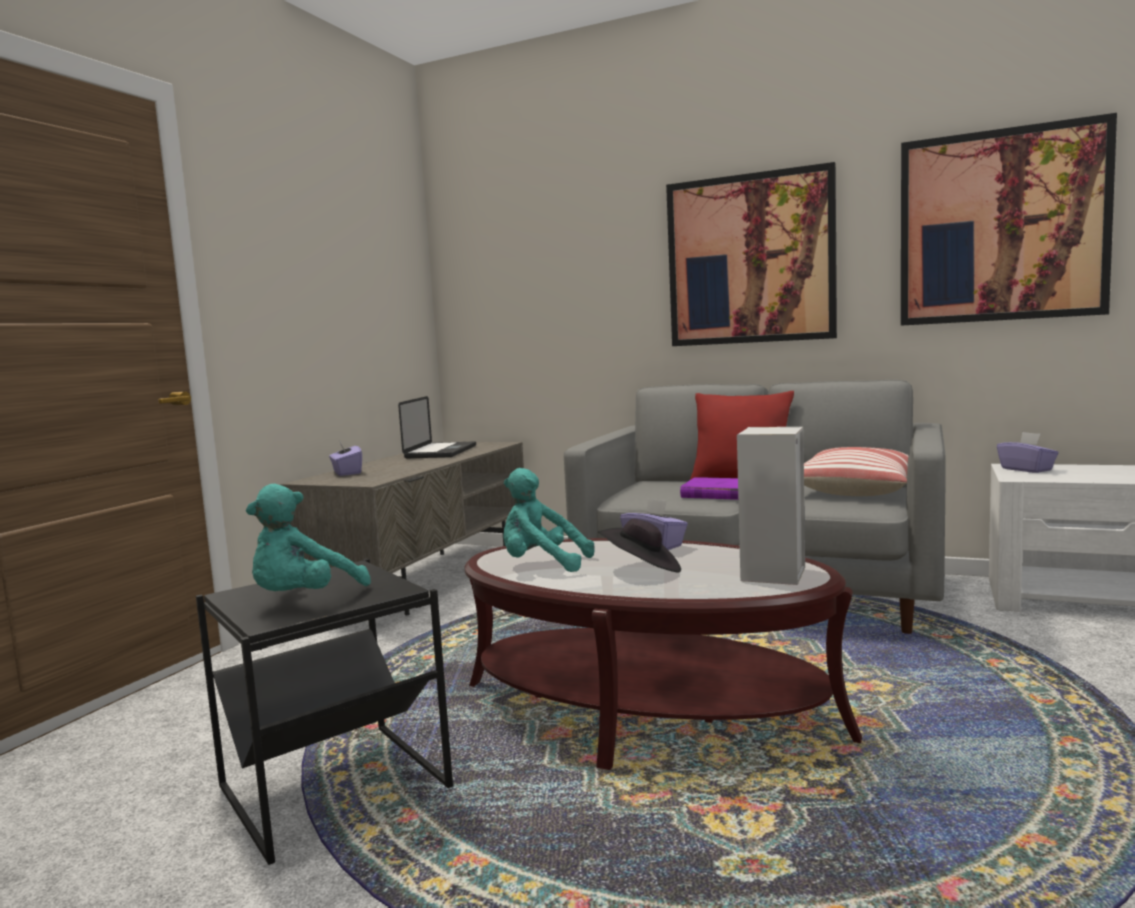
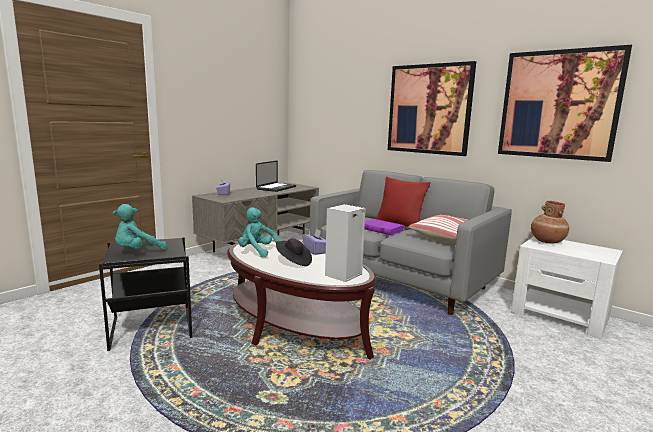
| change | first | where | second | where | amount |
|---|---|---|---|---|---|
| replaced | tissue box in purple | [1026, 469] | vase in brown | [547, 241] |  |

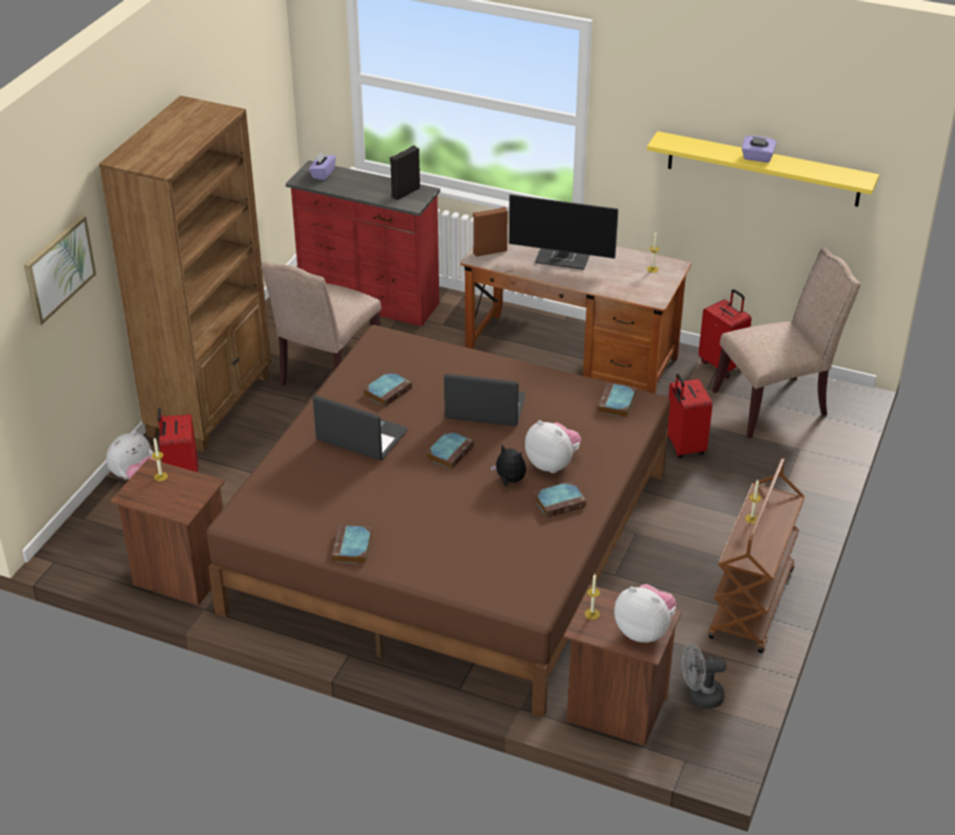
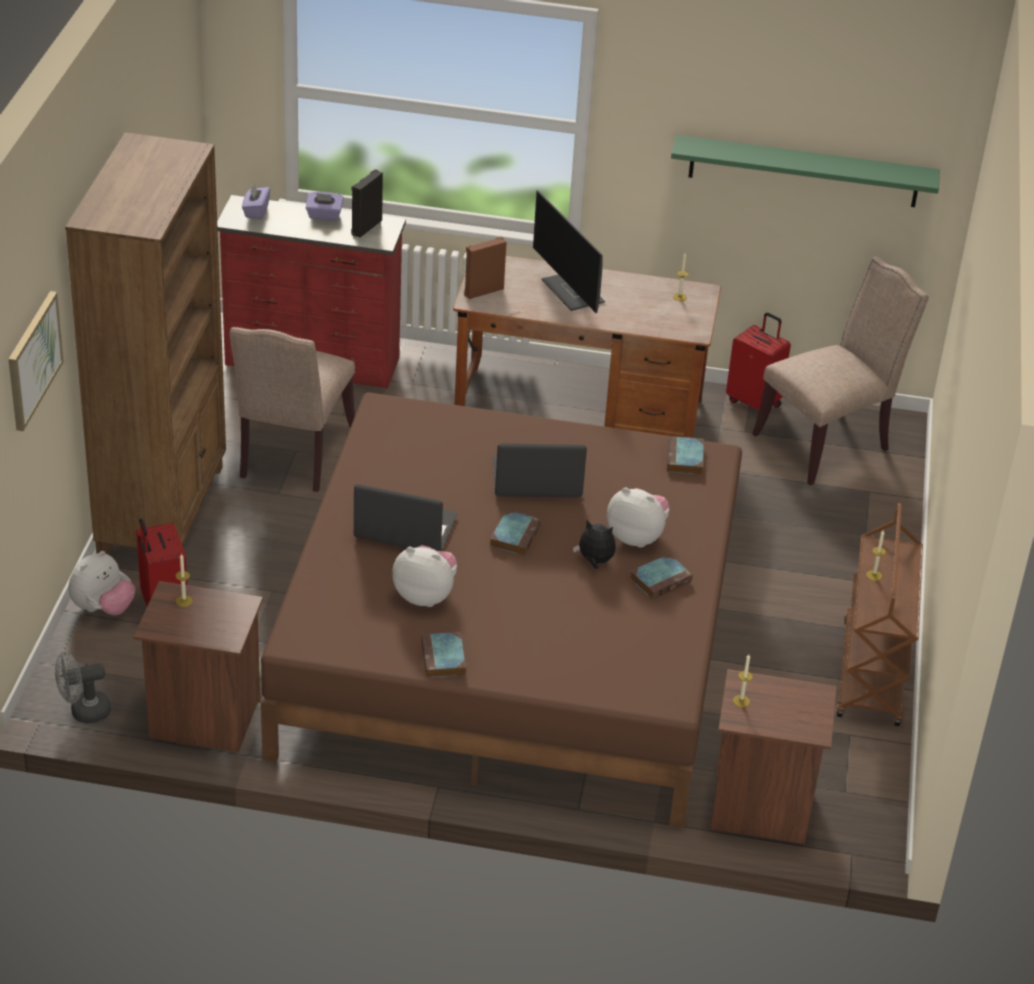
| change | first | where | second | where | amount |
|---|---|---|---|---|---|
| moved | fan in grey | [700, 697] |  | [83, 712] |  |
| moved | tissue box in purple | [757, 158] |  | [324, 216] |  |
| moved | plush toy | [644, 631] |  | [425, 595] |  |
| turned | monitor | [564, 258] |  | [573, 292] | 60 degrees clockwise |
| recoloured | shelf in yellow | [763, 169] | shelf in green | [804, 171] |  |
| removed | book | [388, 391] |  |  |  |
| removed | suitcase in red | [683, 446] |  |  |  |

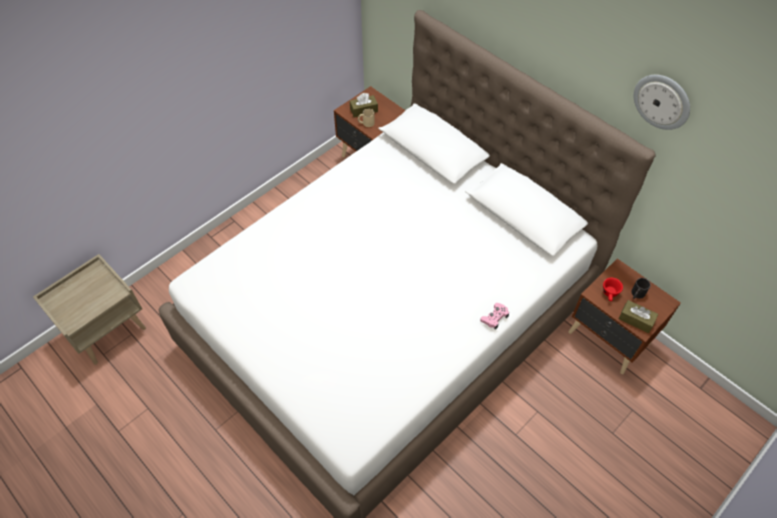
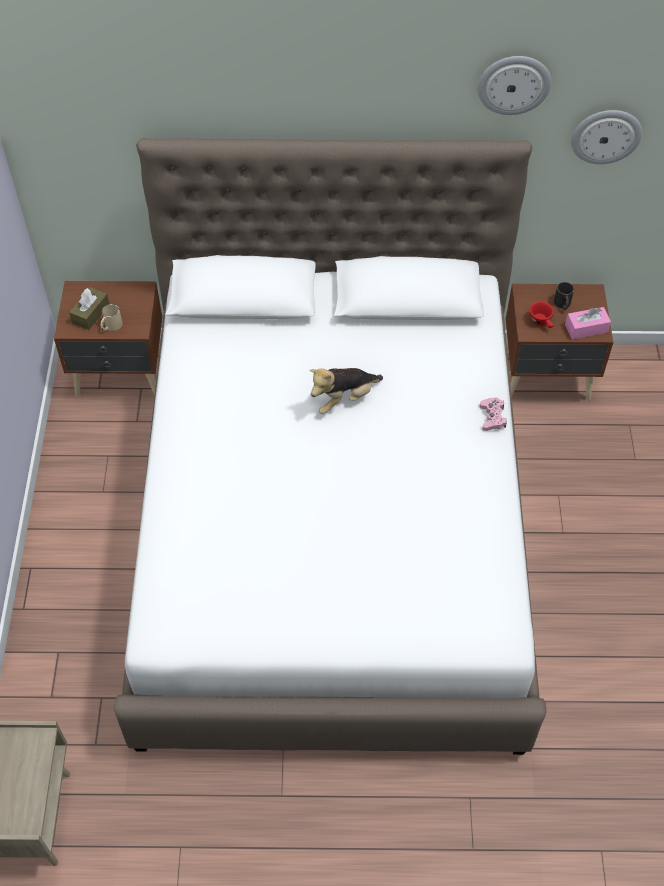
| change | first | where | second | where | amount |
|---|---|---|---|---|---|
| added |  |  | plush toy | [343, 399] |  |
| recoloured | tissue box in brown | [636, 320] | tissue box in pink | [586, 328] |  |
| added |  |  | wall clock | [606, 136] |  |

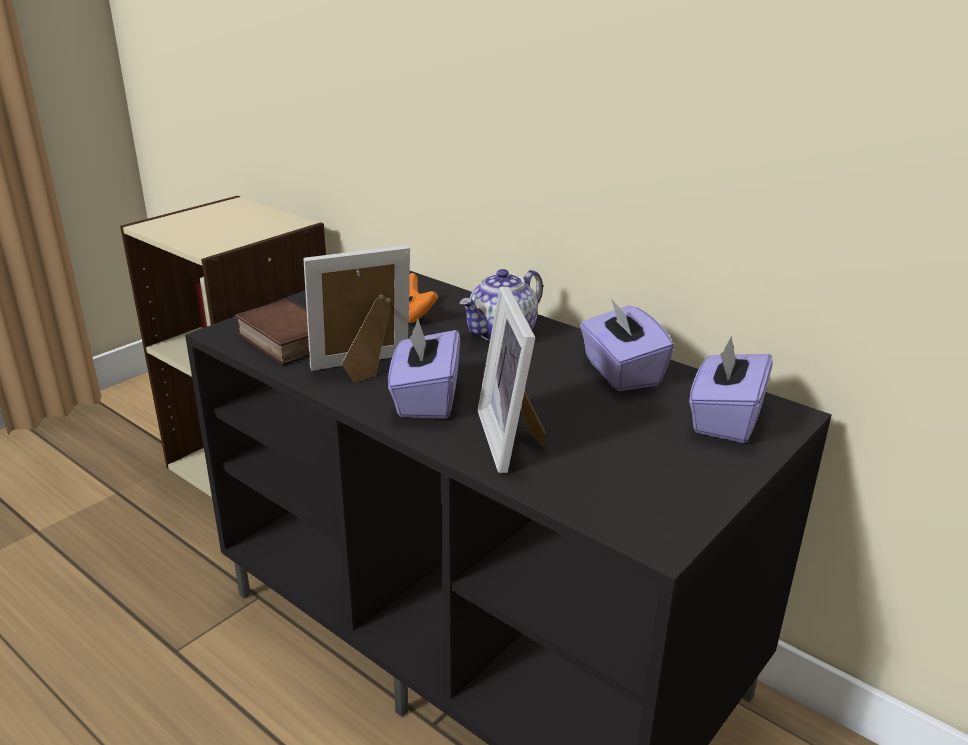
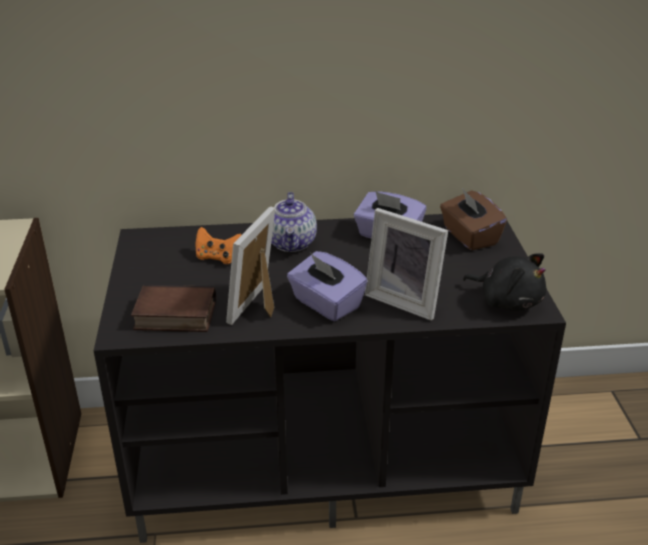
| change | first | where | second | where | amount |
|---|---|---|---|---|---|
| recoloured | tissue box in purple | [724, 419] | tissue box in brown | [469, 236] |  |
| added |  |  | plush toy in black | [507, 301] |  |

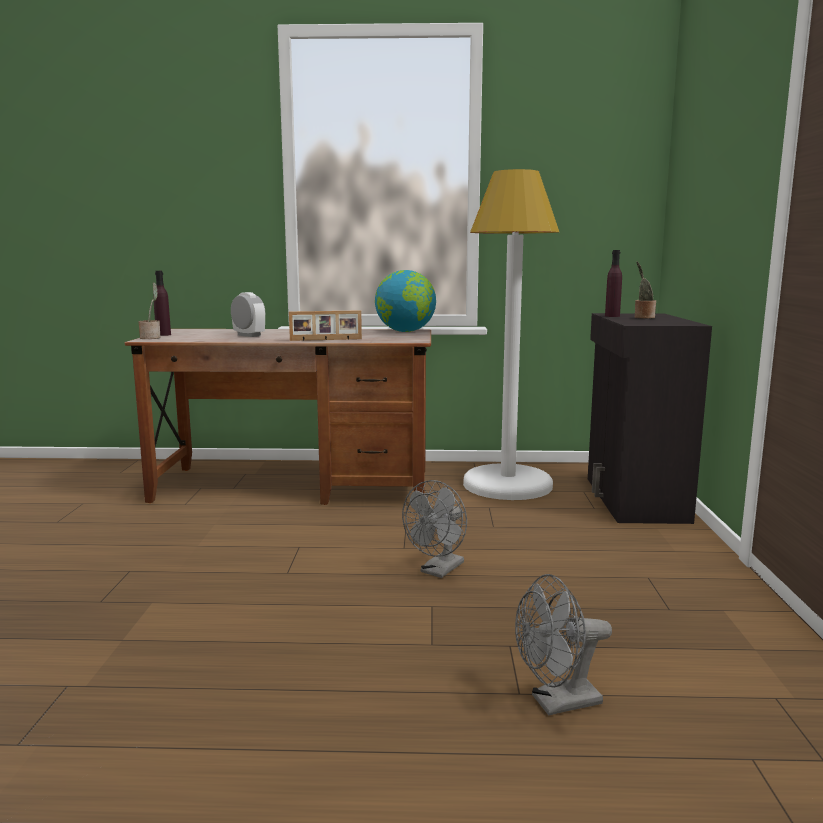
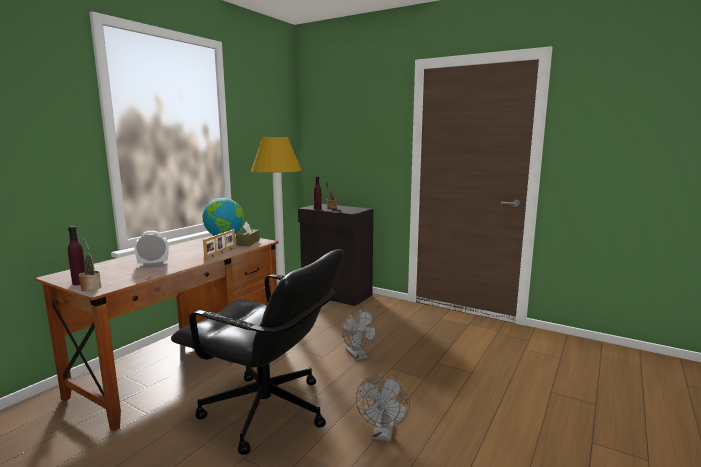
| change | first | where | second | where | amount |
|---|---|---|---|---|---|
| added |  |  | office chair in black | [266, 412] |  |
| added |  |  | tissue box in brown | [248, 243] |  |
| moved | fan in grey | [557, 703] |  | [383, 434] |  |

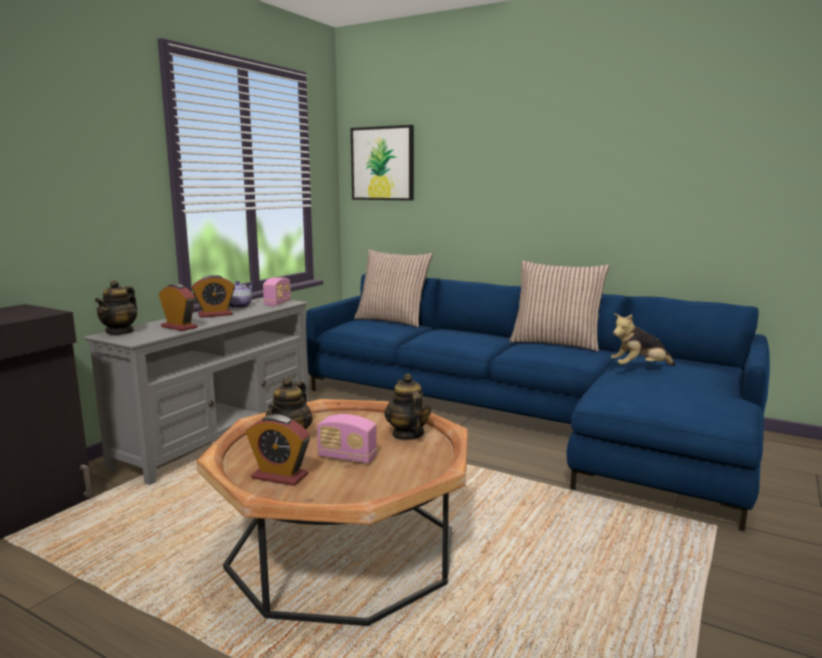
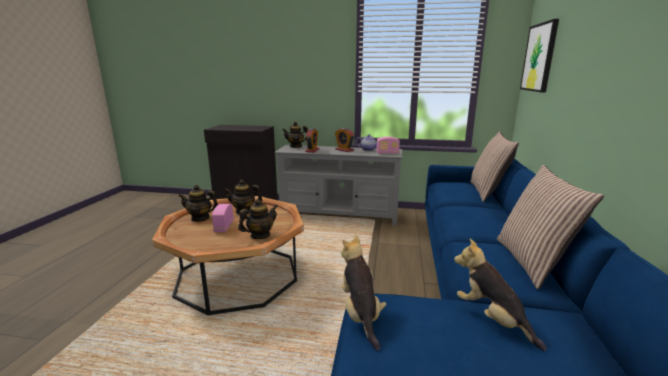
| change | first | where | second | where | amount |
|---|---|---|---|---|---|
| replaced | alarm clock | [279, 476] | teapot | [200, 218] |  |
| added |  |  | plush toy | [360, 314] |  |

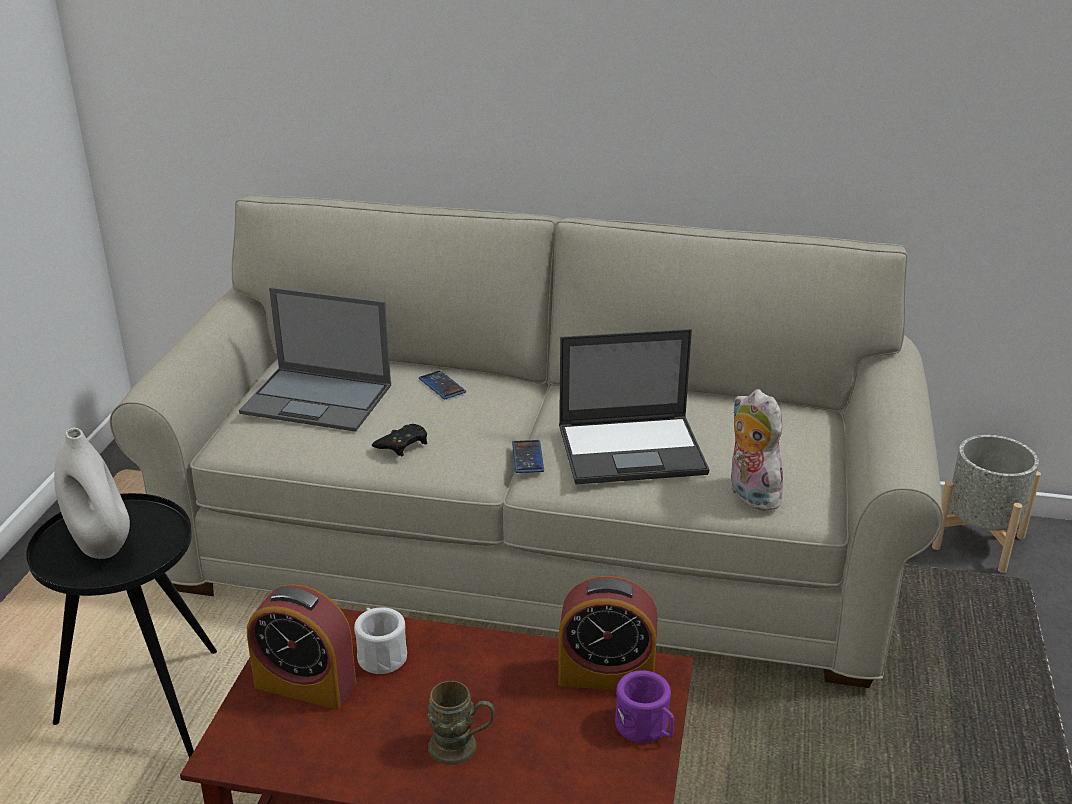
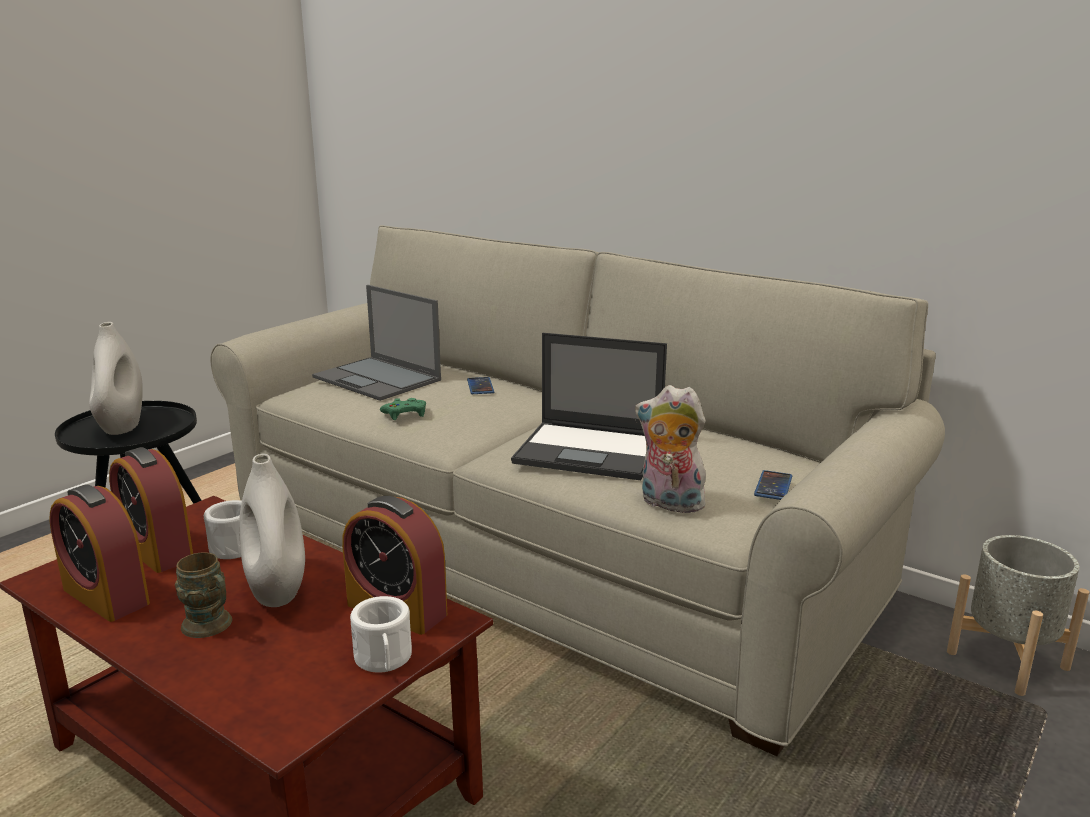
| change | first | where | second | where | amount |
|---|---|---|---|---|---|
| added |  |  | alarm clock | [106, 596] |  |
| added |  |  | vase in white | [277, 591] |  |
| recoloured | mug in purple | [646, 728] | mug in white | [384, 660] |  |
| recoloured | game controller in black | [402, 444] | game controller in green | [405, 414] |  |
| turned | plush toy | [749, 495] |  | [669, 504] | 60 degrees counterclockwise |
| moved | phone | [527, 457] |  | [773, 486] |  |

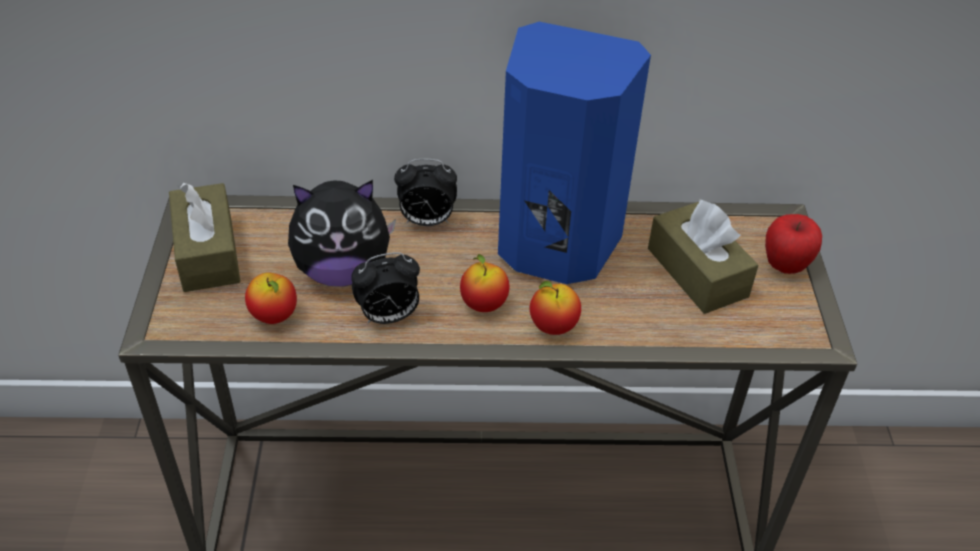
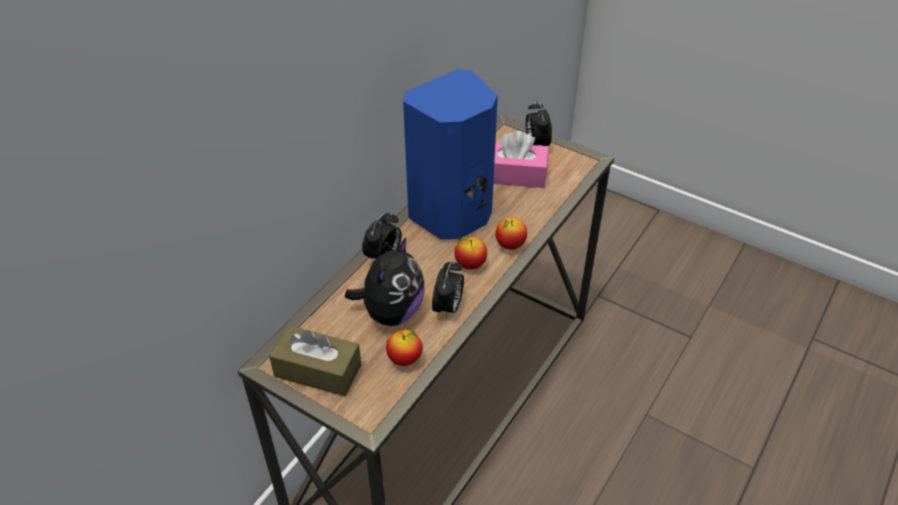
| change | first | where | second | where | amount |
|---|---|---|---|---|---|
| recoloured | tissue box in brown | [697, 272] | tissue box in pink | [514, 175] |  |
| replaced | apple | [785, 266] | alarm clock | [536, 144] |  |

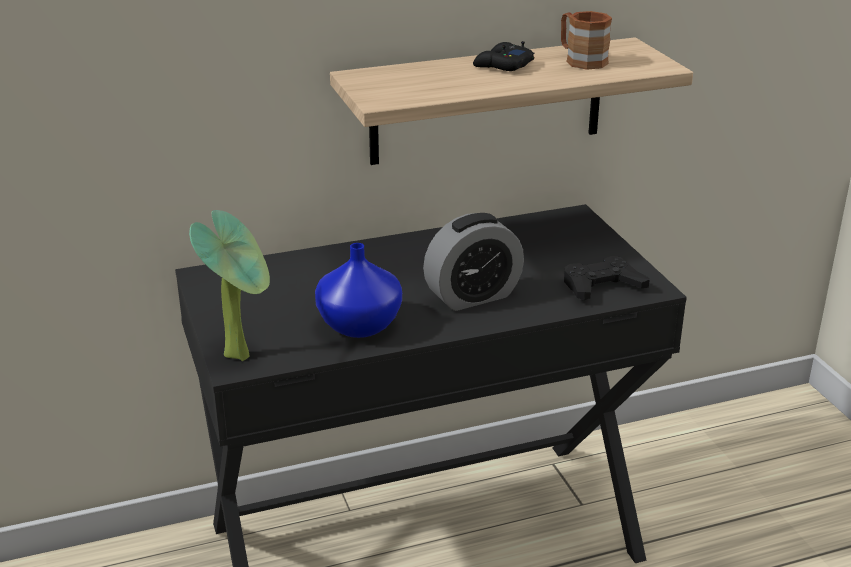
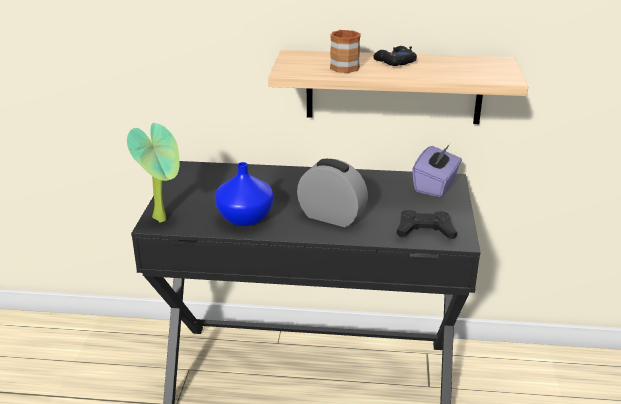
| change | first | where | second | where | amount |
|---|---|---|---|---|---|
| turned | alarm clock | [473, 296] |  | [331, 217] | 150 degrees counterclockwise |
| moved | mug in brown | [580, 60] |  | [343, 65] |  |
| added |  |  | tissue box in purple | [435, 186] |  |

